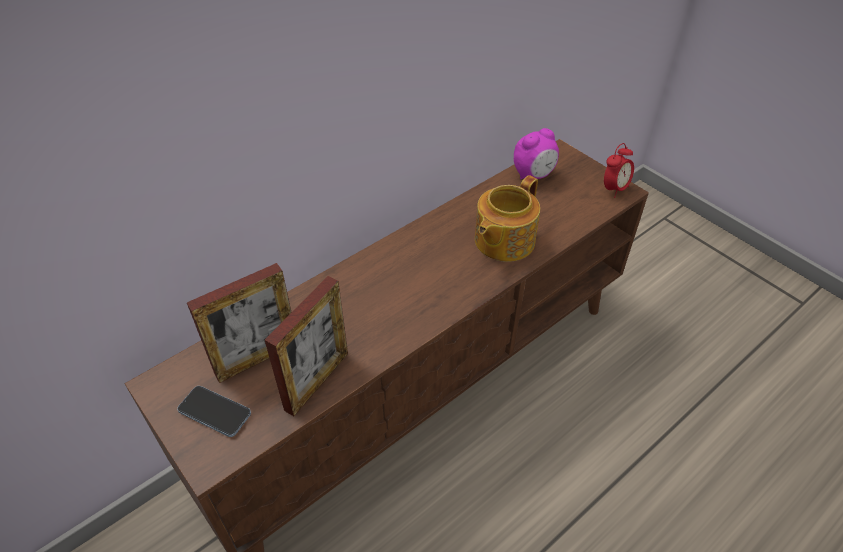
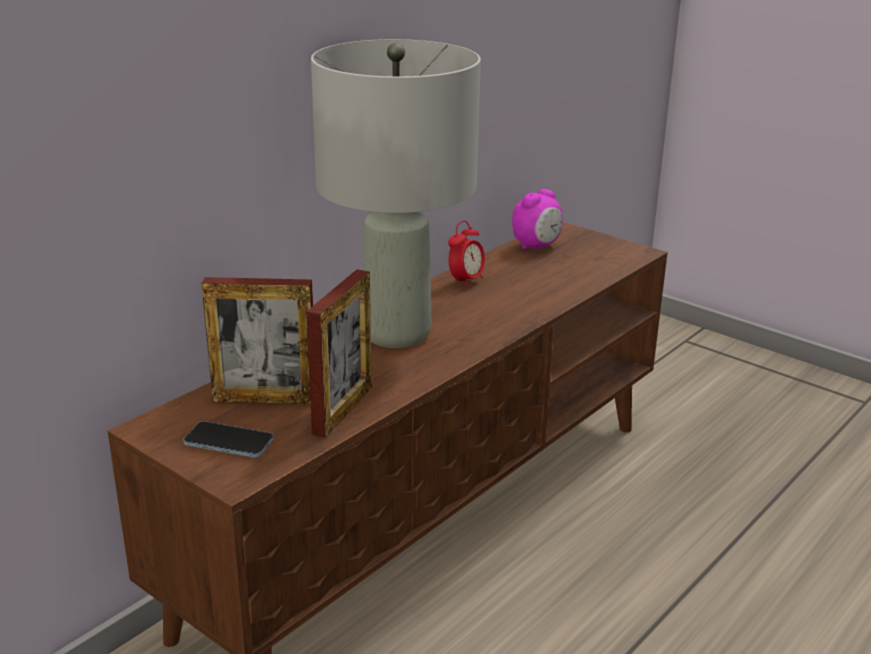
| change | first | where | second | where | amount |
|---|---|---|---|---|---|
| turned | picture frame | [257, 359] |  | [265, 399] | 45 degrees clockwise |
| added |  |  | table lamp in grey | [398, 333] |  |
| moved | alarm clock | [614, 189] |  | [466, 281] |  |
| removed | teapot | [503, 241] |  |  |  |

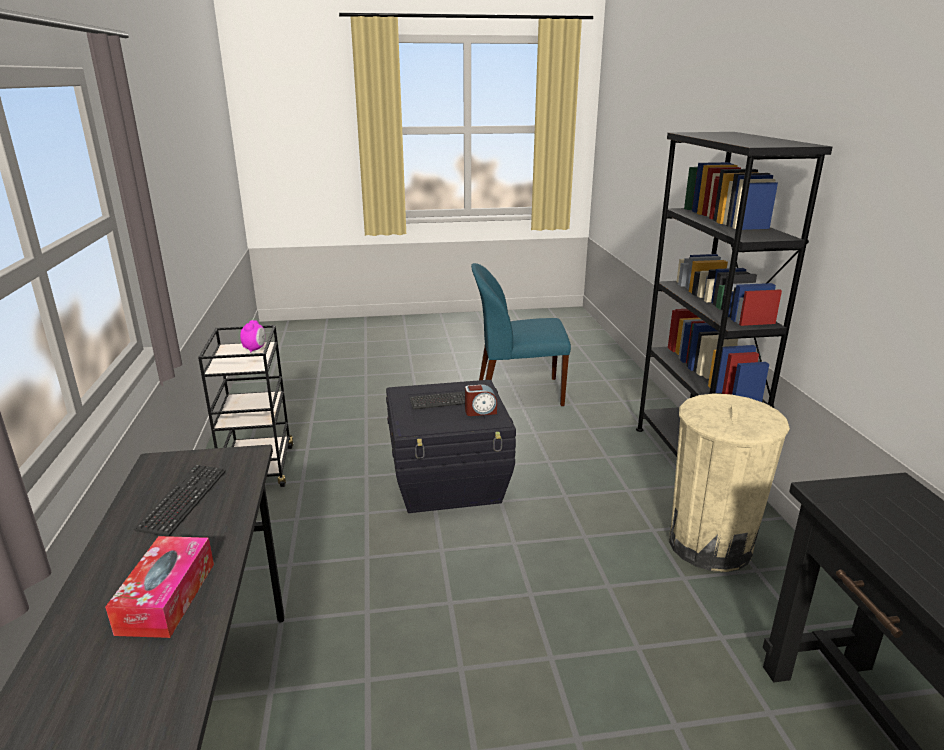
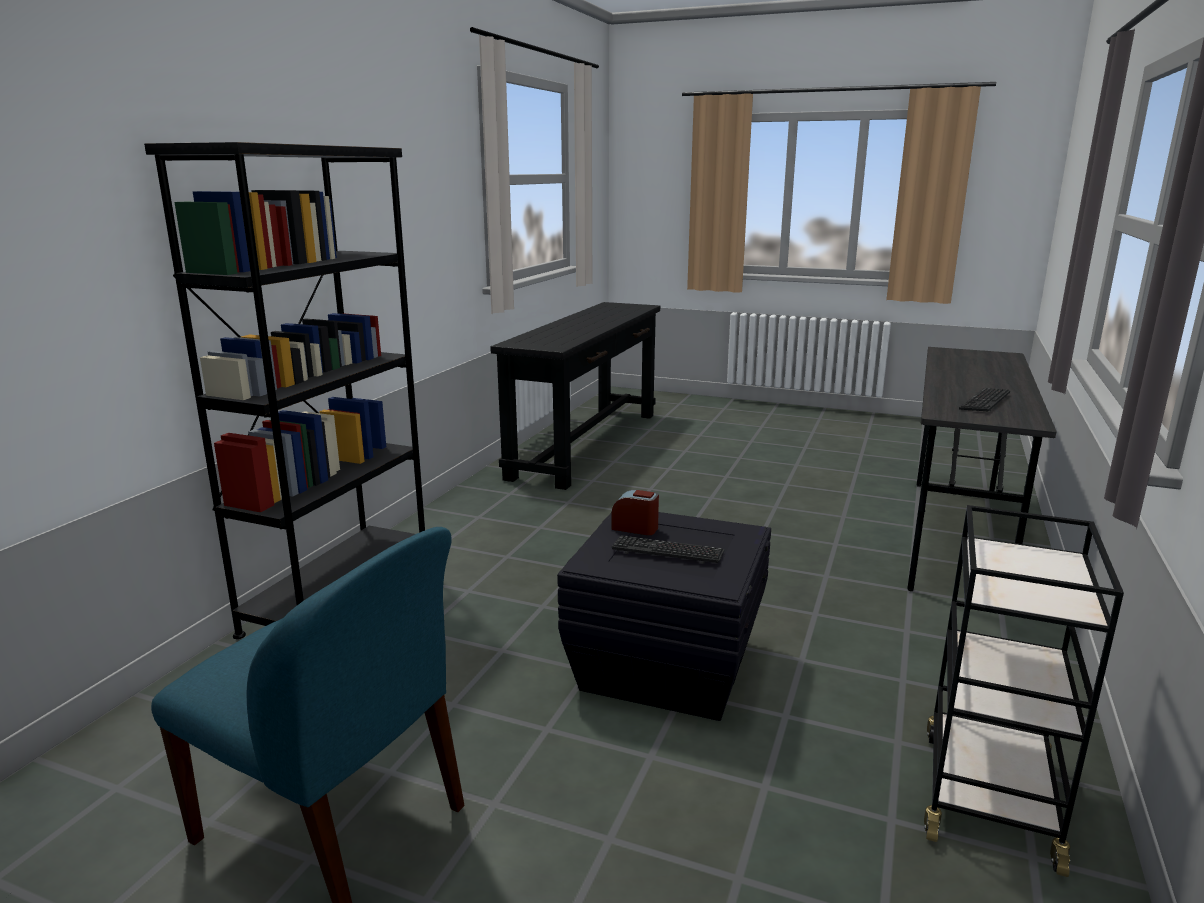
| change | first | where | second | where | amount |
|---|---|---|---|---|---|
| removed | tissue box | [167, 597] |  |  |  |
| removed | alarm clock | [255, 349] |  |  |  |
| removed | trash can in beige | [709, 545] |  |  |  |

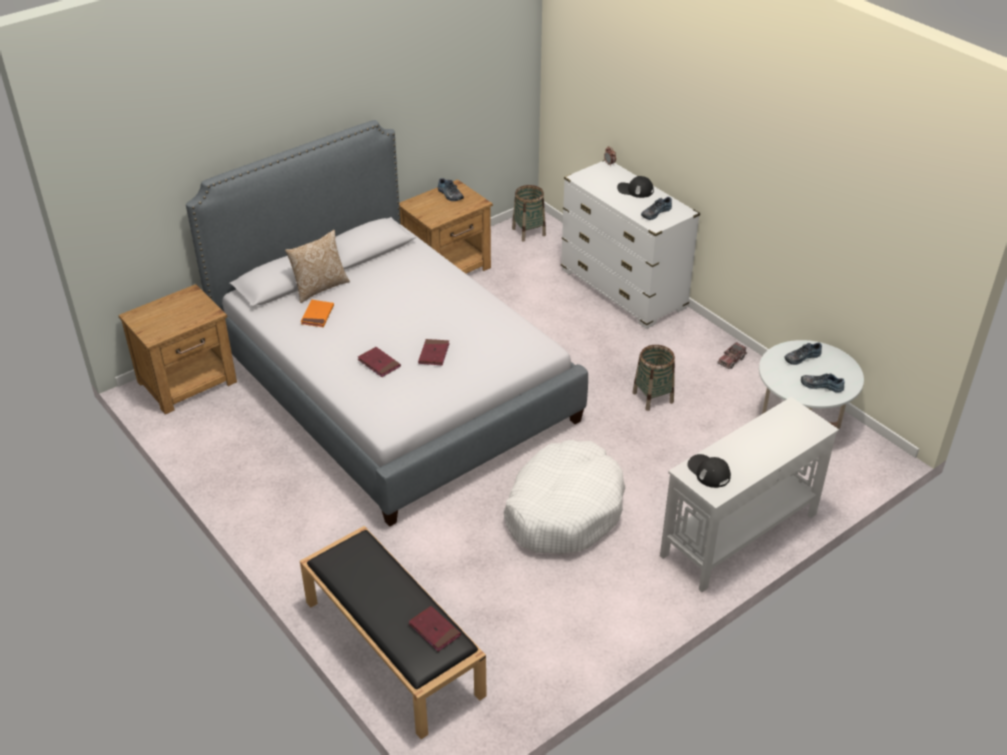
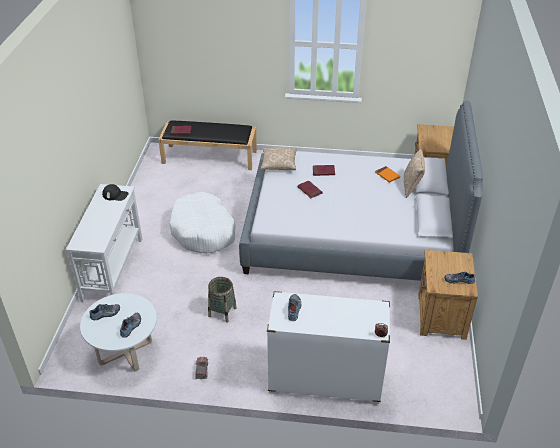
| change | first | where | second | where | amount |
|---|---|---|---|---|---|
| added |  |  | pillow | [279, 164] |  |
| removed | basket | [528, 232] |  |  |  |
| removed | cap in black | [635, 190] |  |  |  |

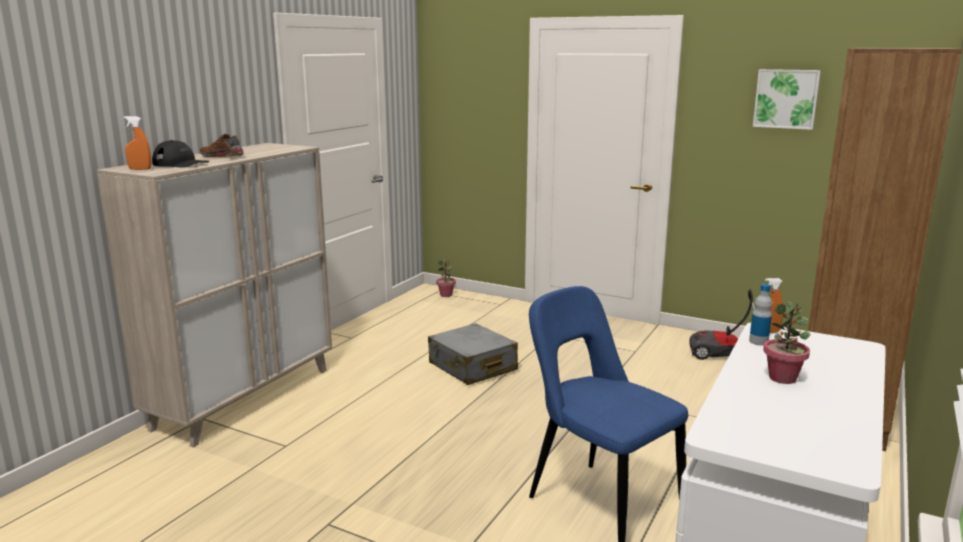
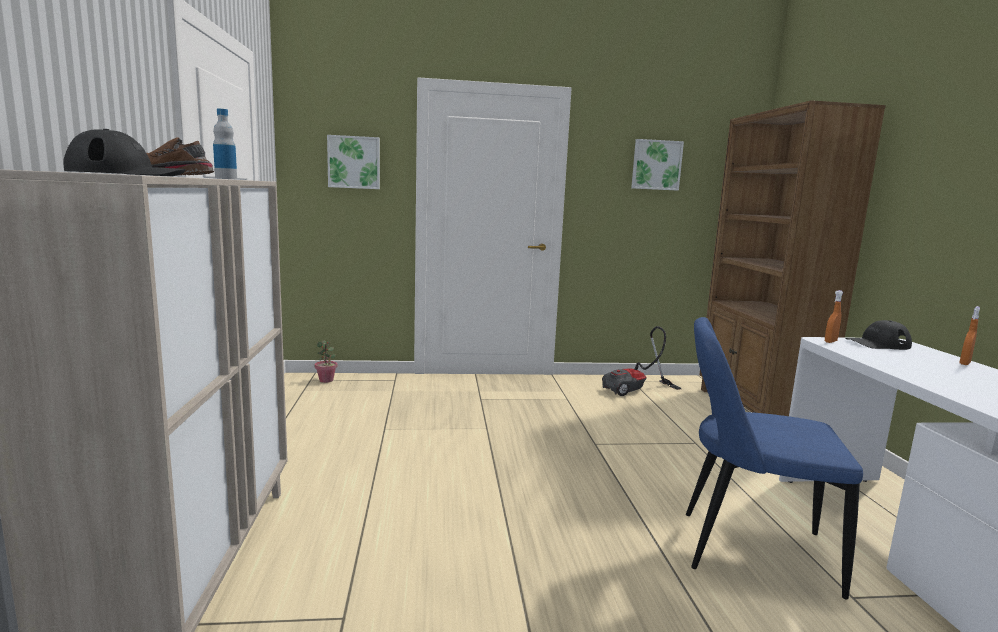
| change | first | where | second | where | amount |
|---|---|---|---|---|---|
| moved | bottle | [758, 341] |  | [226, 179] |  |
| added |  |  | picture | [354, 162] |  |
| added |  |  | cap in black | [877, 344] |  |
| moved | spray bottle in orange | [140, 169] |  | [964, 363] |  |
| removed | suitcase in grey | [472, 367] |  |  |  |
| removed | potted plant | [783, 378] |  |  |  |

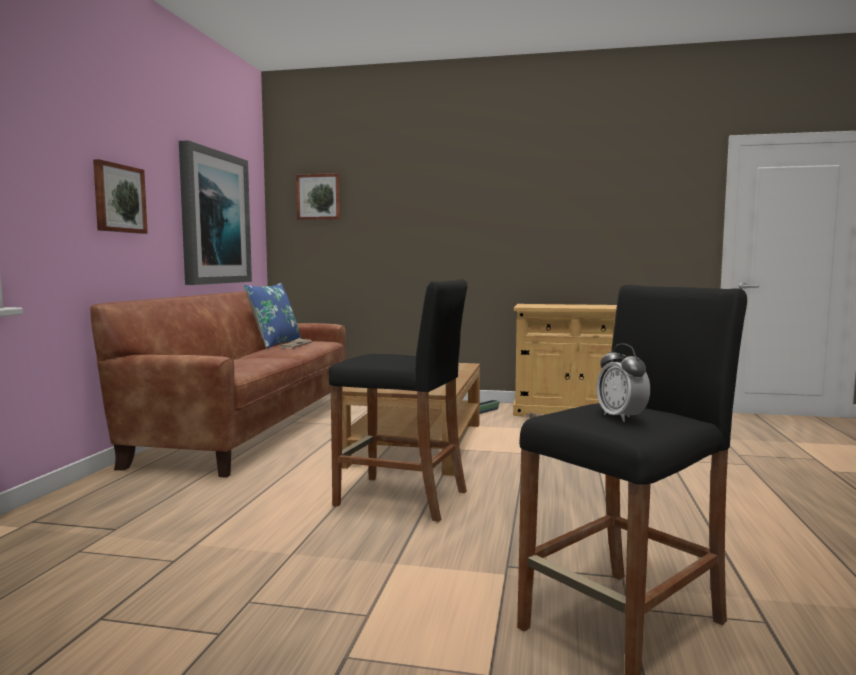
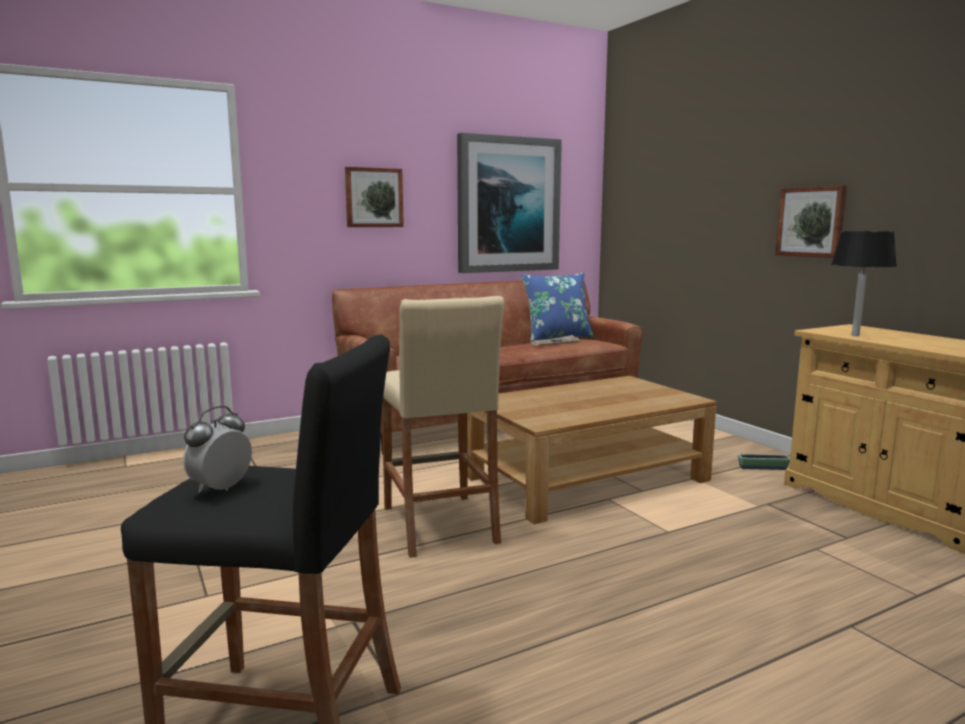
| change | first | where | second | where | amount |
|---|---|---|---|---|---|
| recoloured | stool in black | [401, 498] | stool in beige | [439, 524] |  |
| moved | picture | [319, 197] |  | [811, 222] |  |
| added |  |  | table lamp in black | [855, 335] |  |

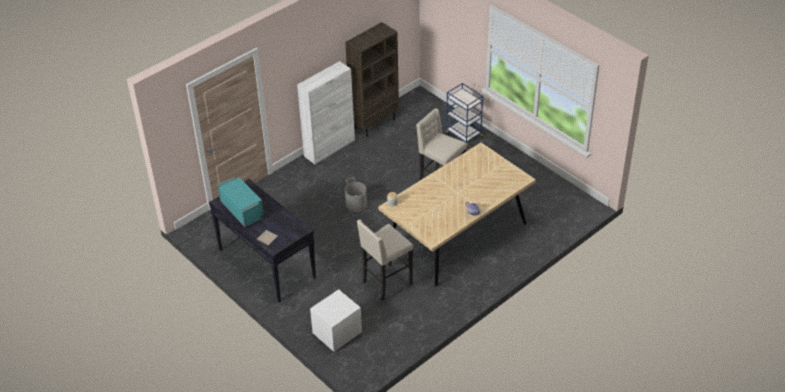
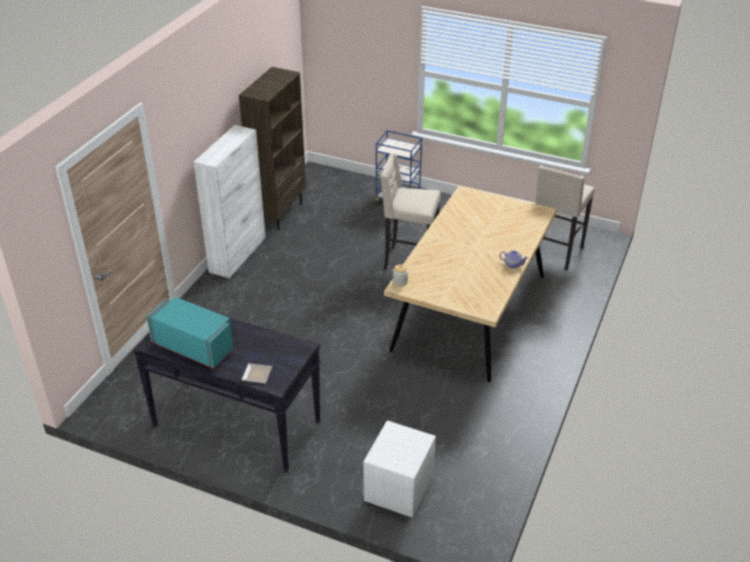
| change | first | where | second | where | amount |
|---|---|---|---|---|---|
| moved | stool in beige | [386, 283] |  | [555, 254] |  |
| removed | bucket in grey | [356, 204] |  |  |  |

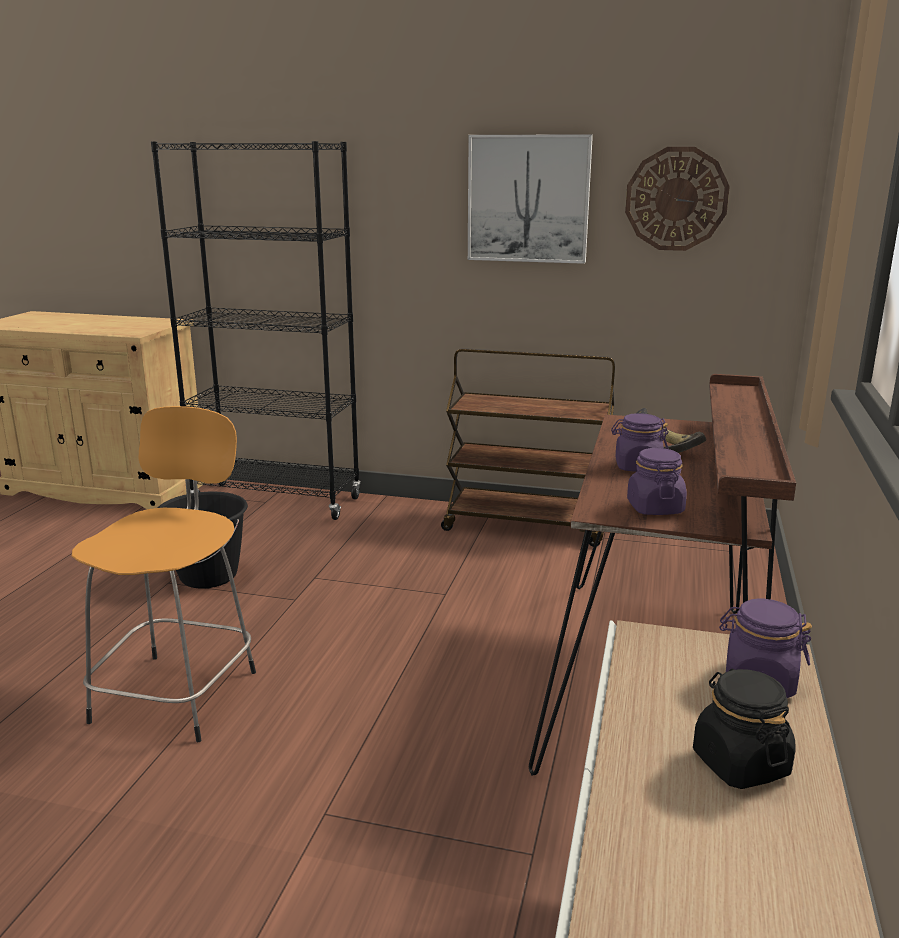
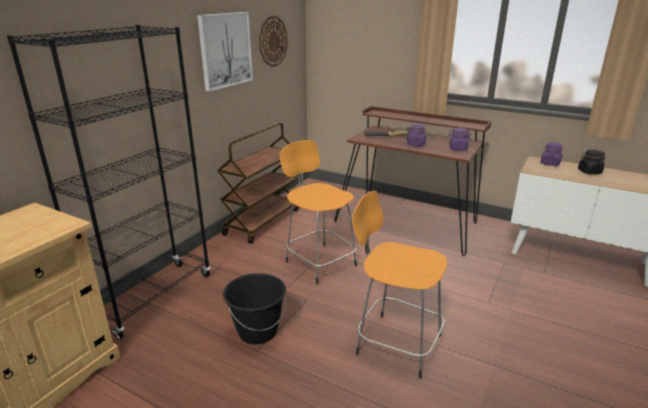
| change | first | where | second | where | amount |
|---|---|---|---|---|---|
| added |  |  | stool in orange | [319, 262] |  |

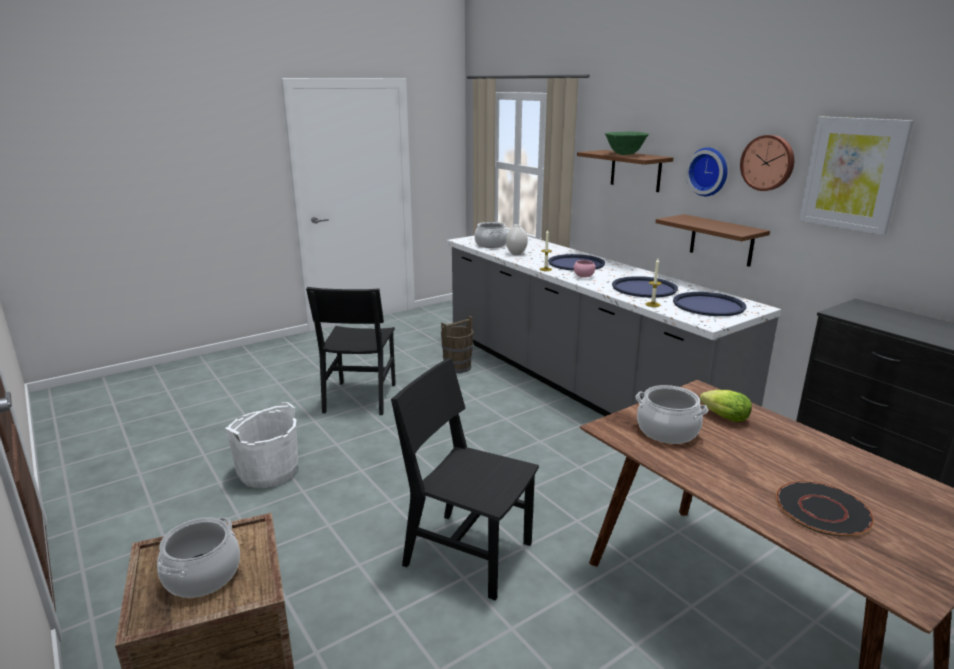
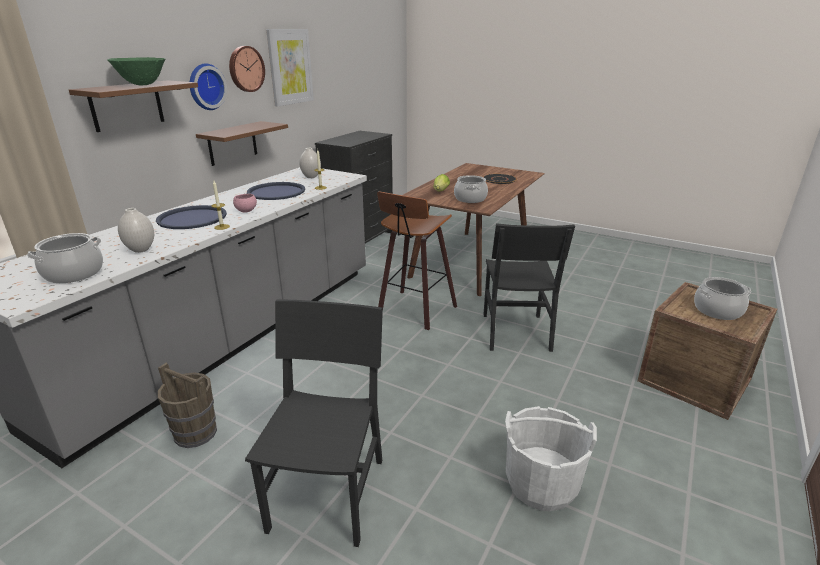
| change | first | where | second | where | amount |
|---|---|---|---|---|---|
| turned | chair in black | [360, 398] |  | [328, 493] | 60 degrees counterclockwise |
| replaced | tray in blue | [708, 305] | vase in white | [311, 177] |  |
| added |  |  | stool | [415, 311] |  |

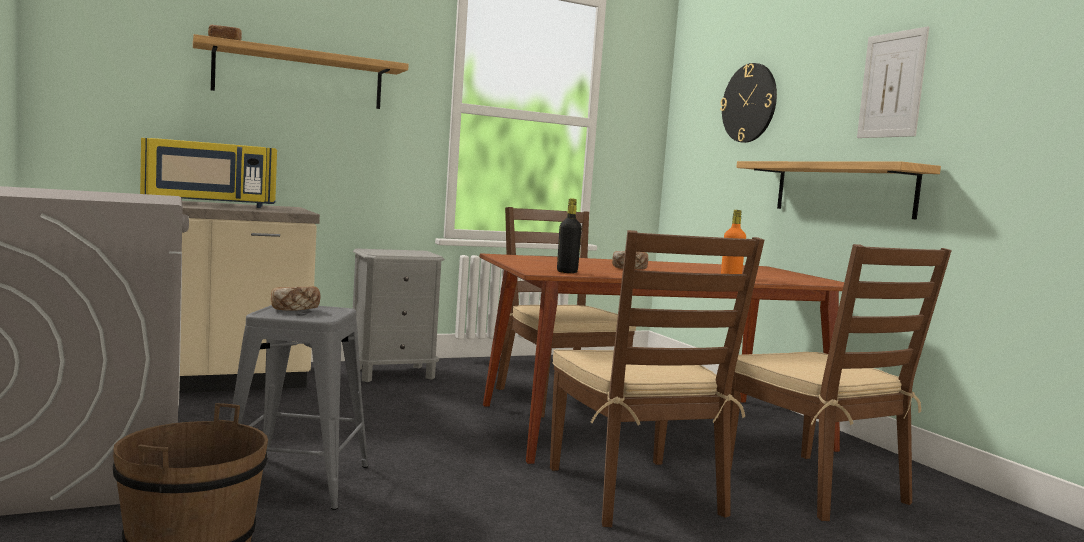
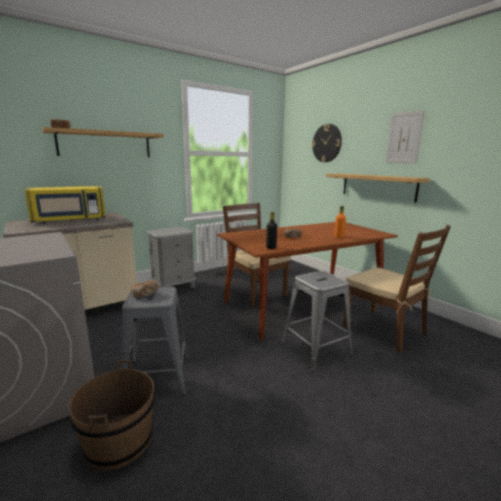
| change | first | where | second | where | amount |
|---|---|---|---|---|---|
| replaced | chair in brown | [635, 491] | stool in grey | [315, 349] |  |

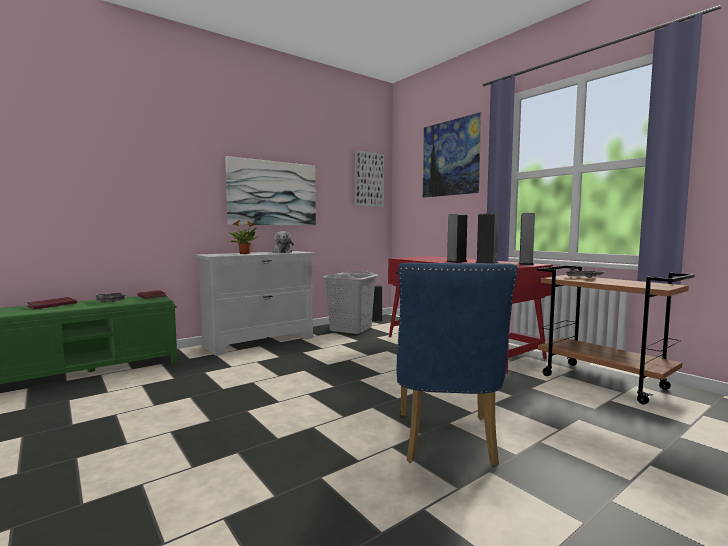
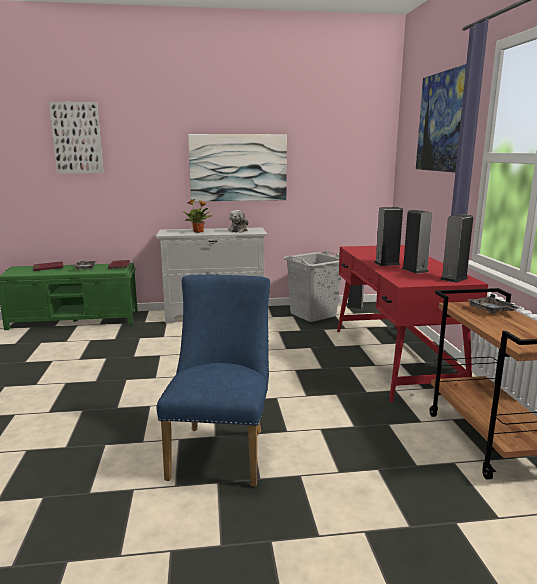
| change | first | where | second | where | amount |
|---|---|---|---|---|---|
| moved | picture | [369, 179] |  | [77, 138] |  |
| turned | chair in blue | [446, 443] |  | [221, 450] | 150 degrees clockwise |

